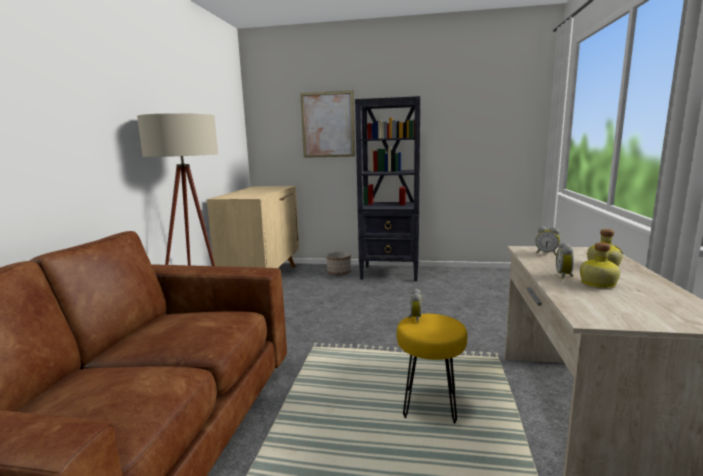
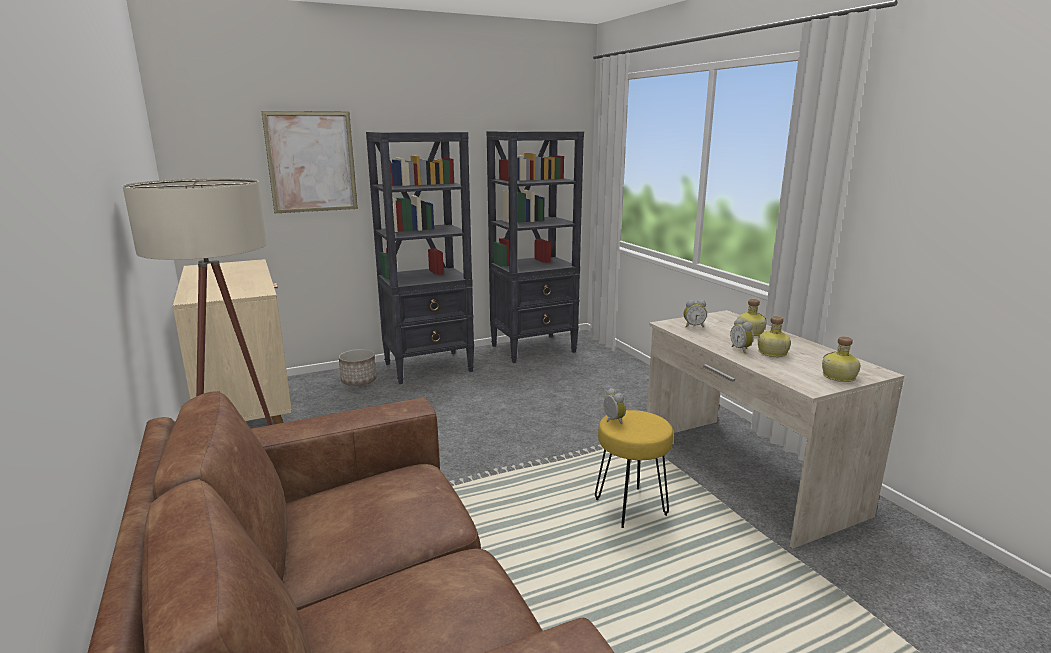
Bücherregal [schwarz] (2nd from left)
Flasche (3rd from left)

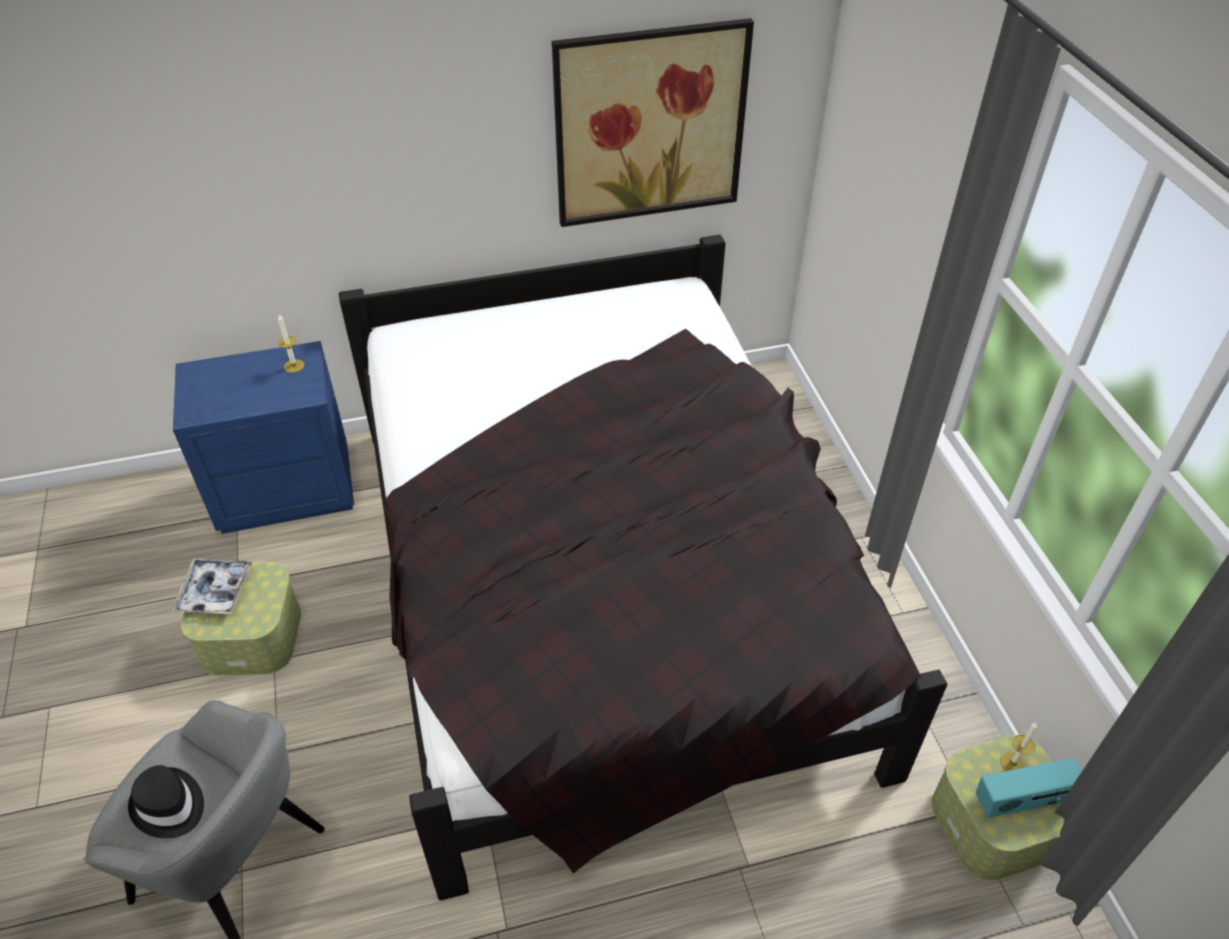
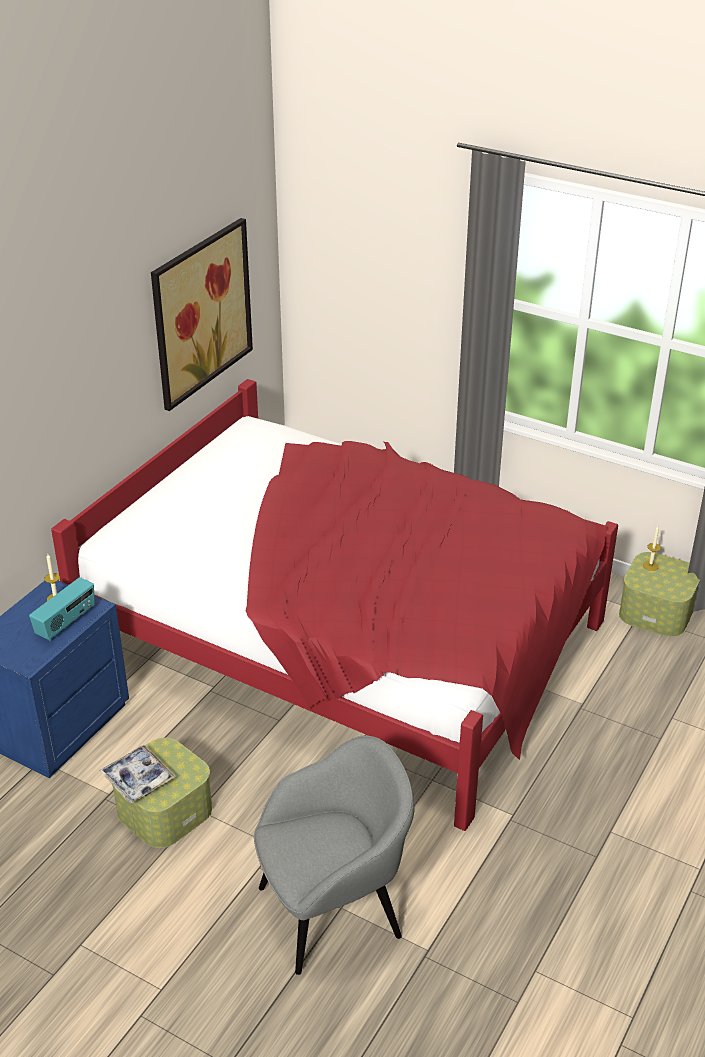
Bett [rot]
Radio
Hut [schwarz]

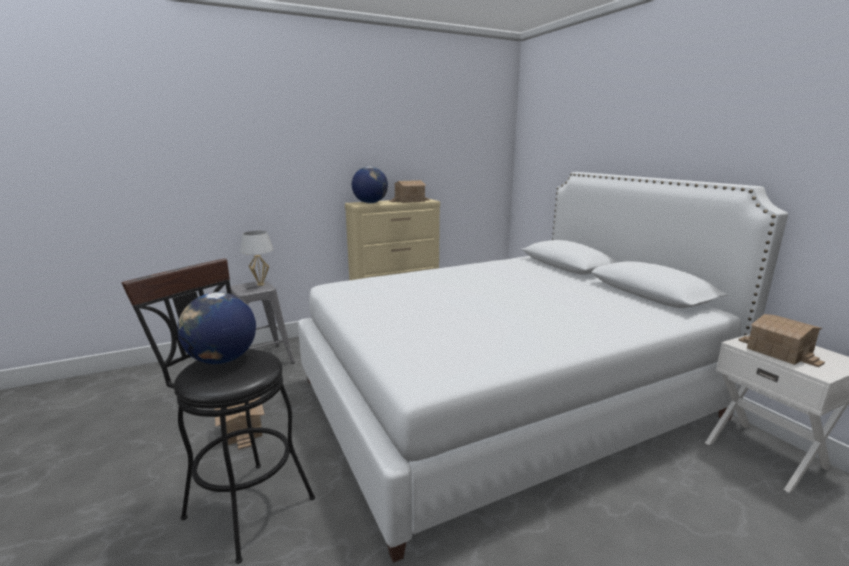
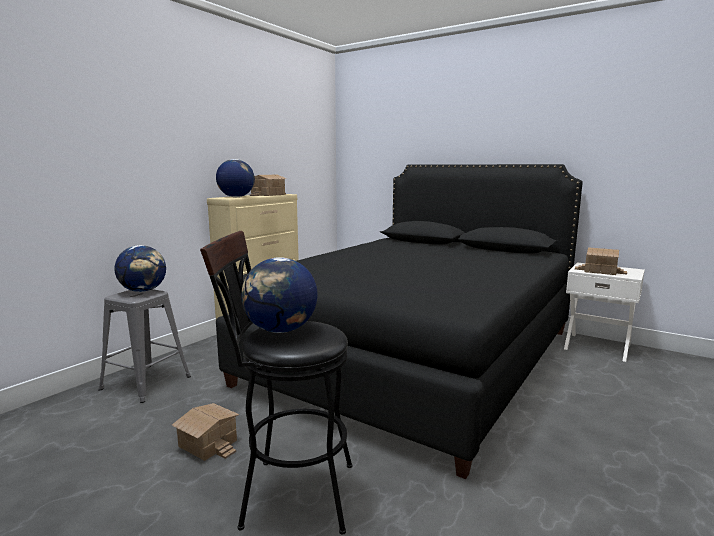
Bett [schwarz]
Globus (1st from left)

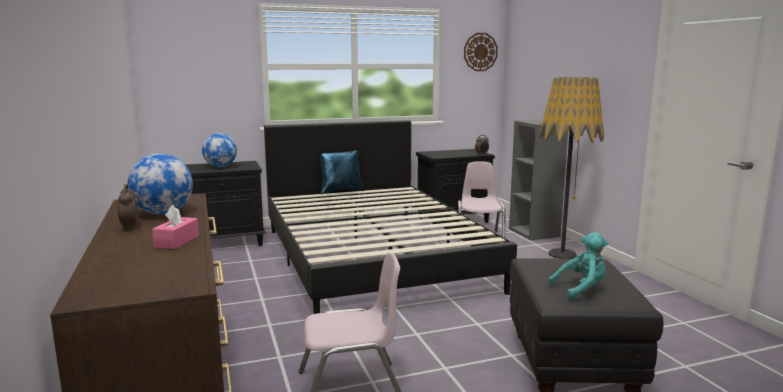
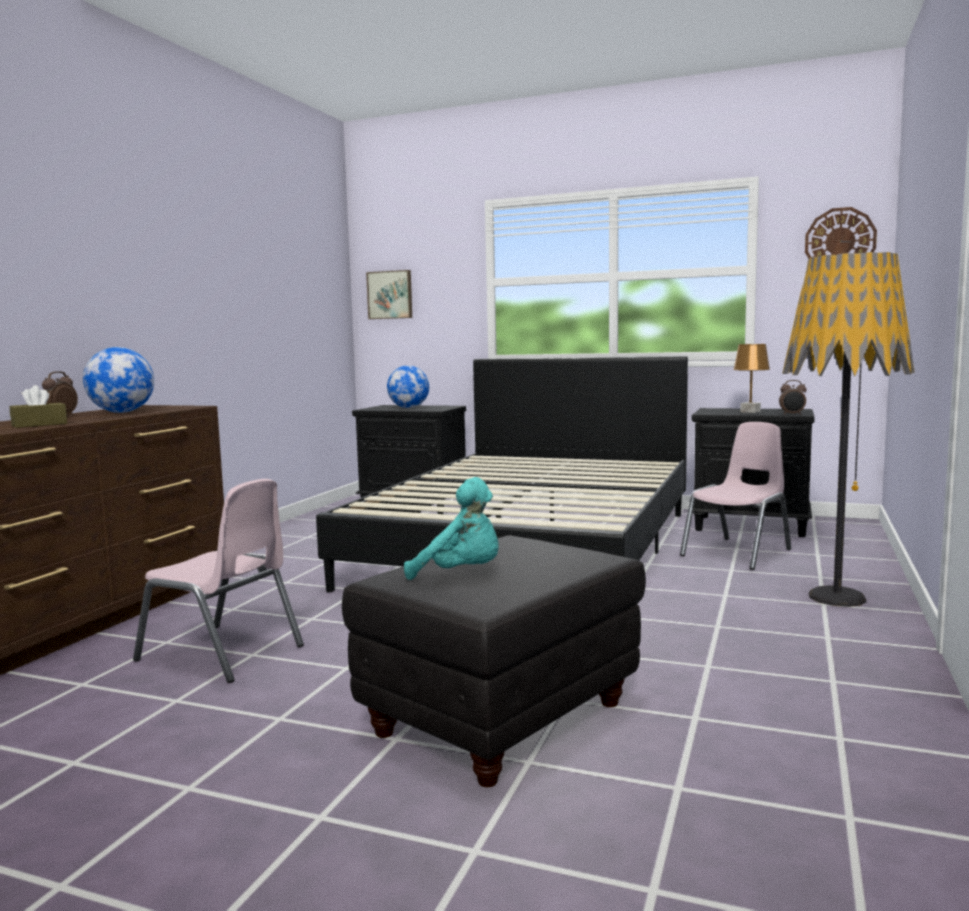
Bücherregal [grau]
Kissen [blau]
Taschentuchbox [braun]
Bild
Tischlampe [braun]

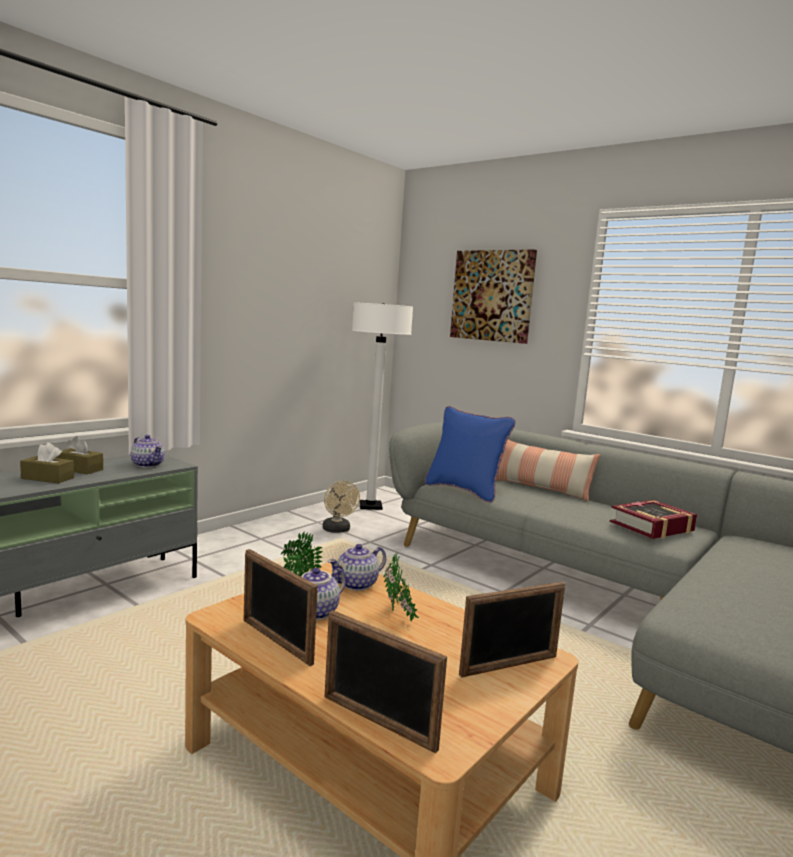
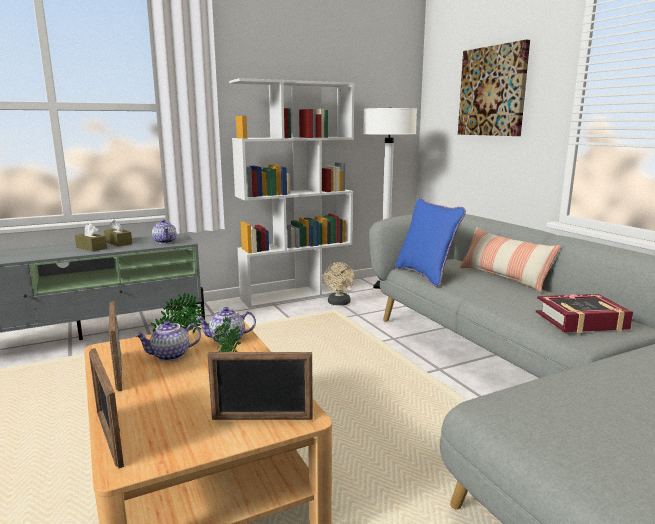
Bücherregal [weiß]

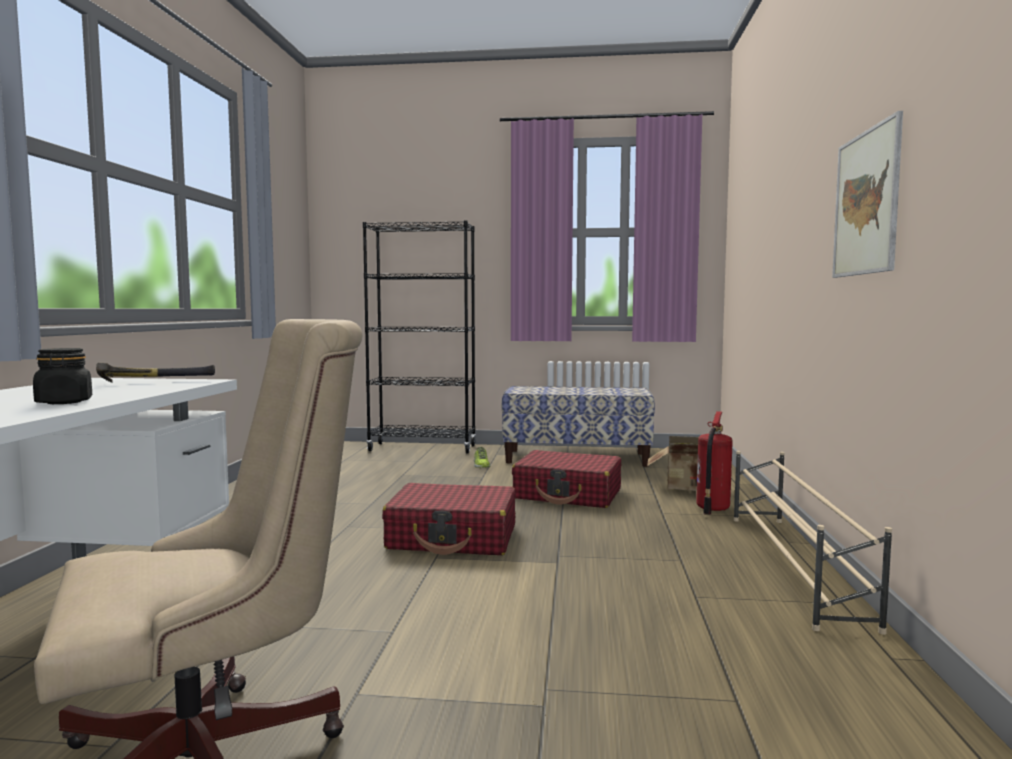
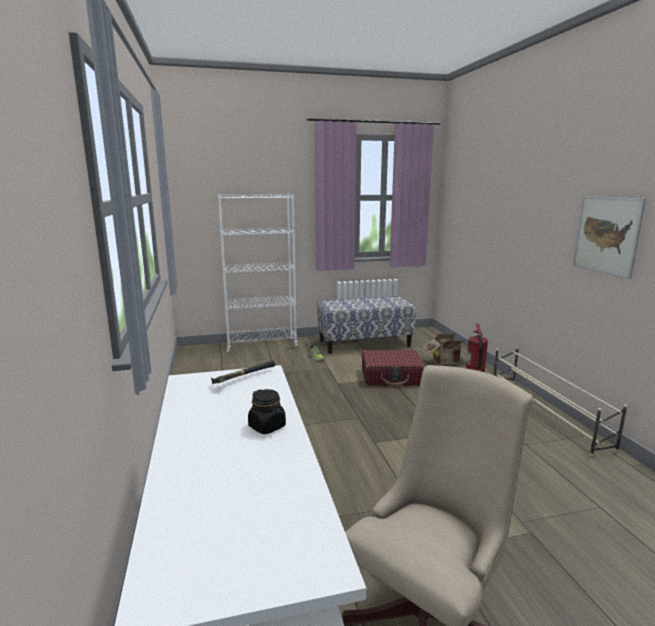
Bücherregal [weiß]
Koffer [rot] (1st from left in the first image)

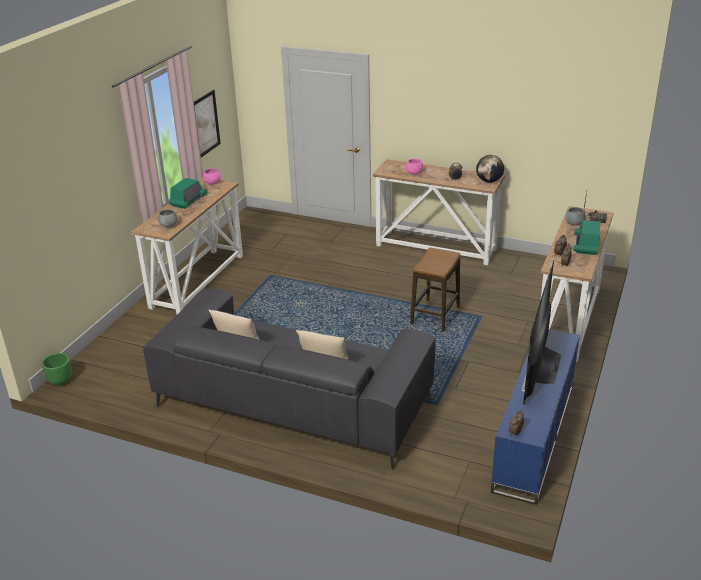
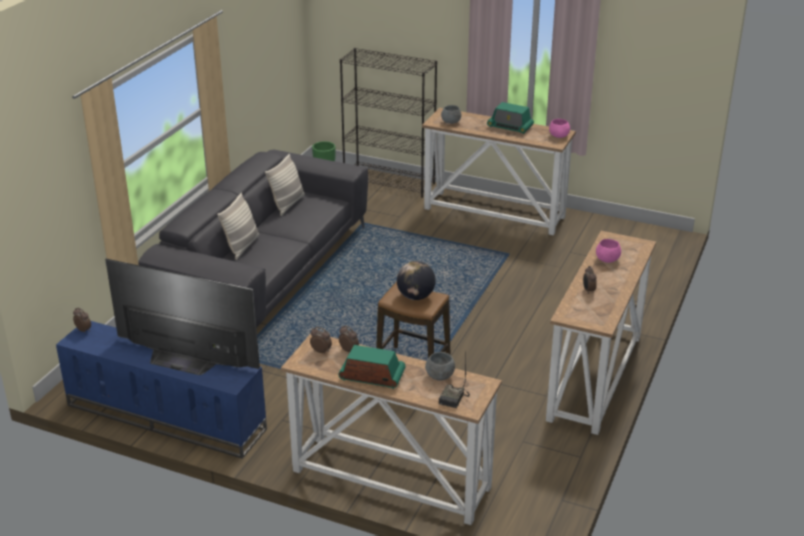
Bild
Globus
Bücherregal [schwarz]

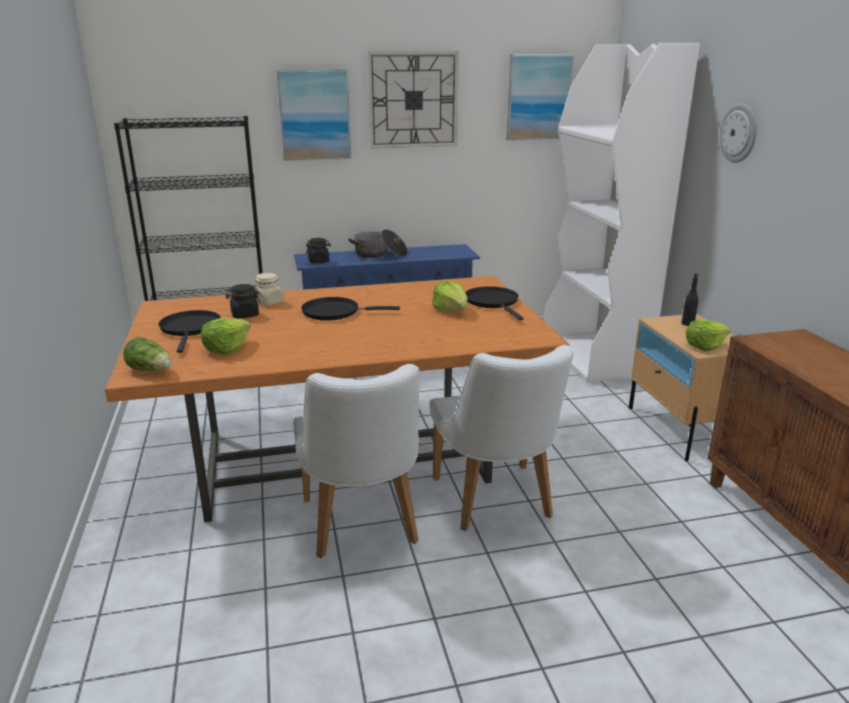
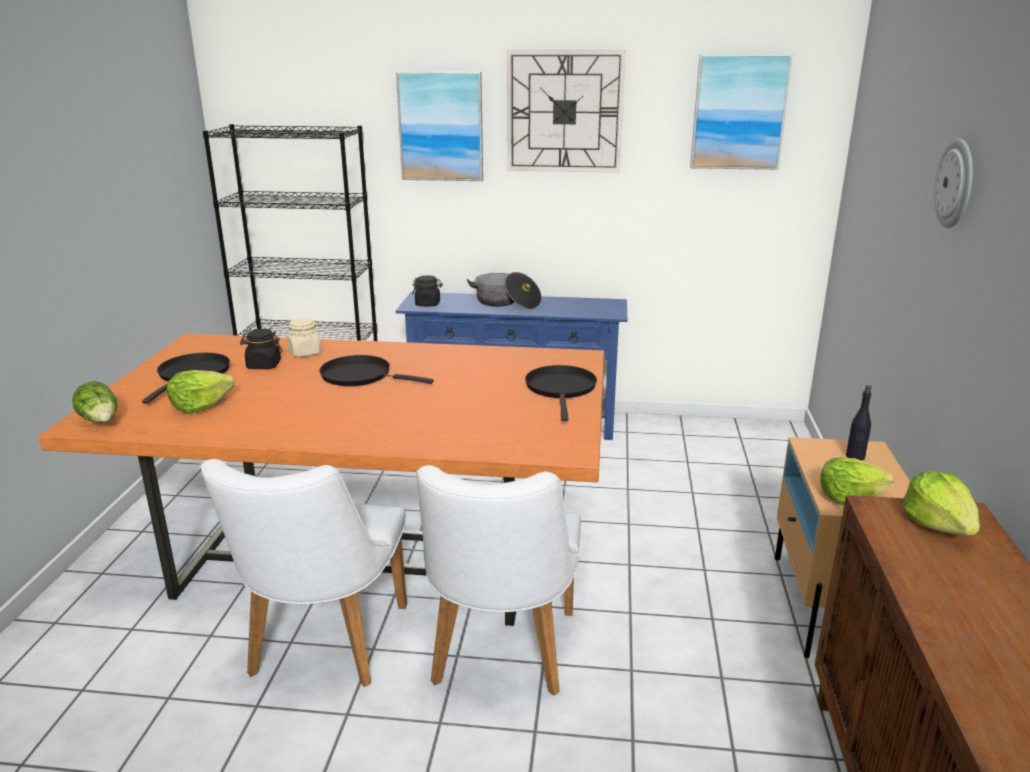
Bücherregal [weiß]
Salatkopf (4th from left)

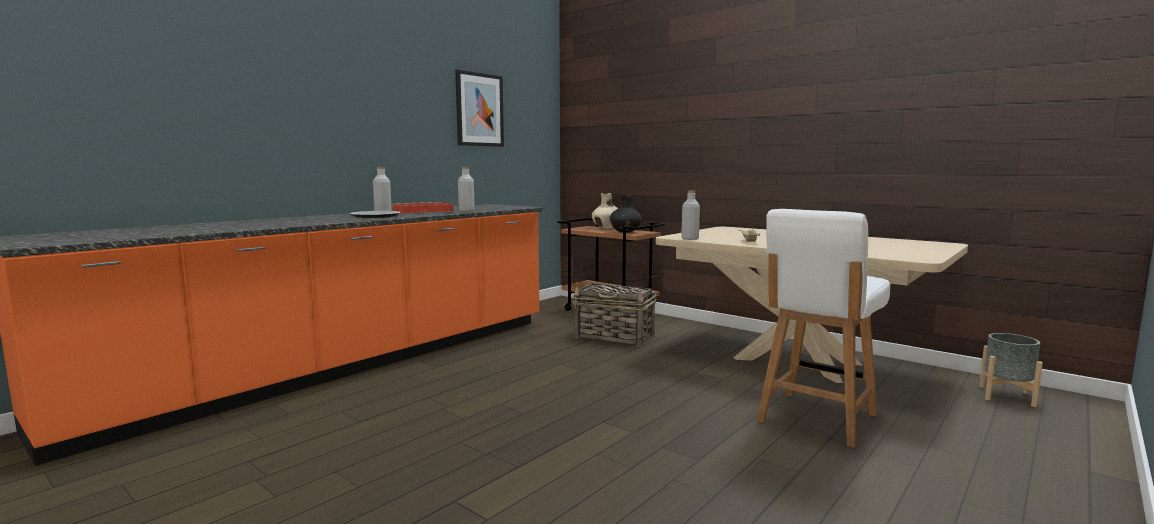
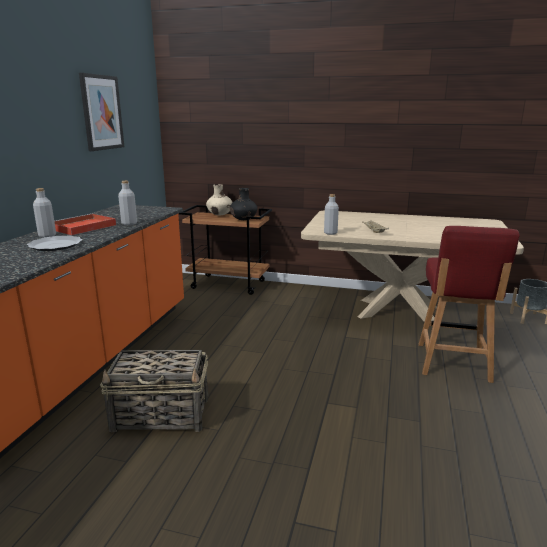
Stuhl [rot]
Korb

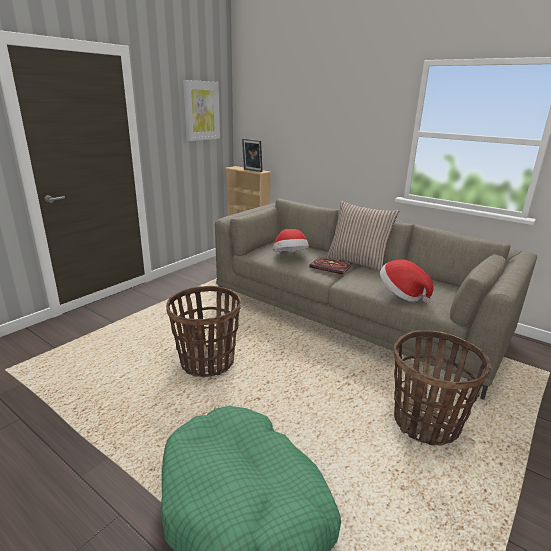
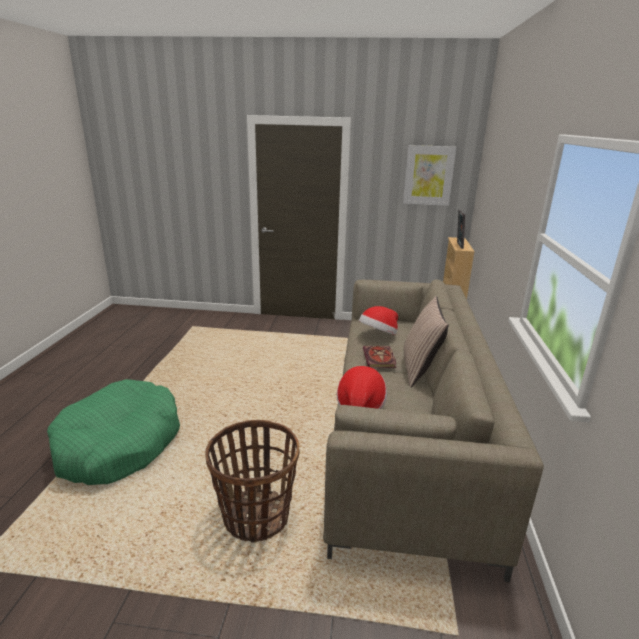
Korb (1st from left in the first image)

